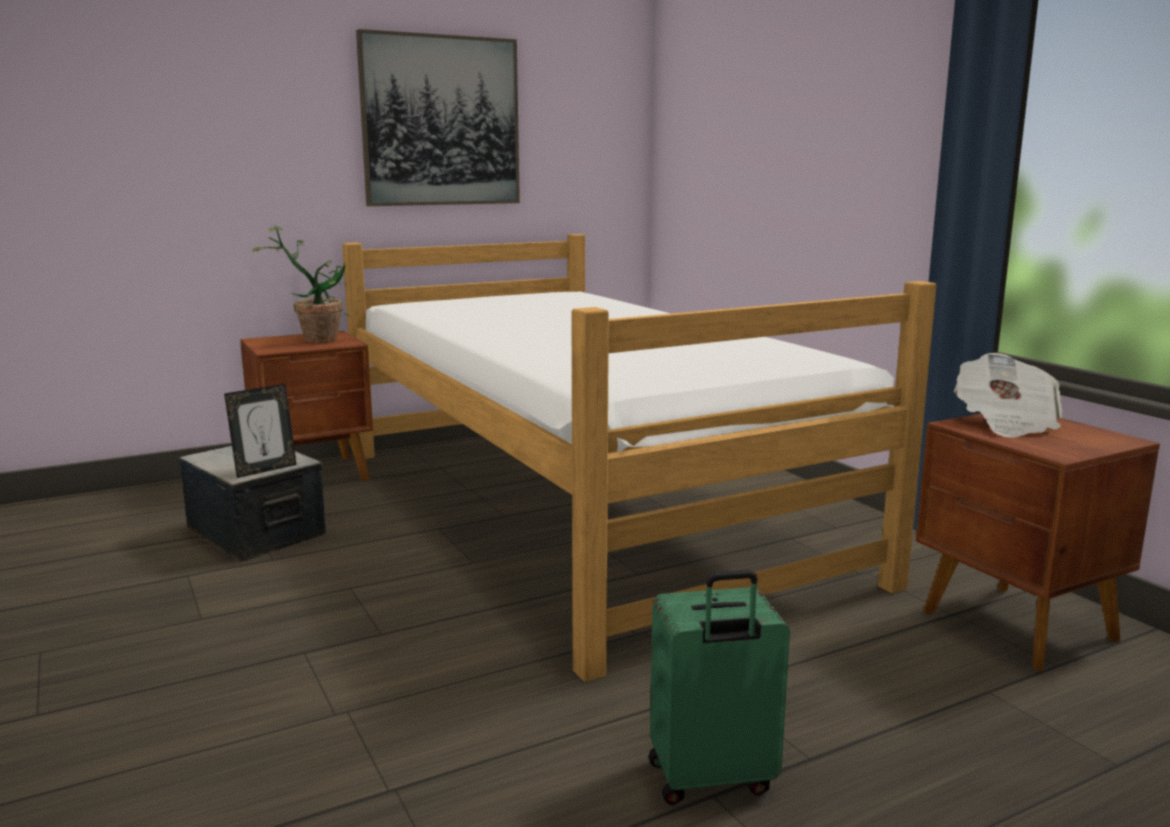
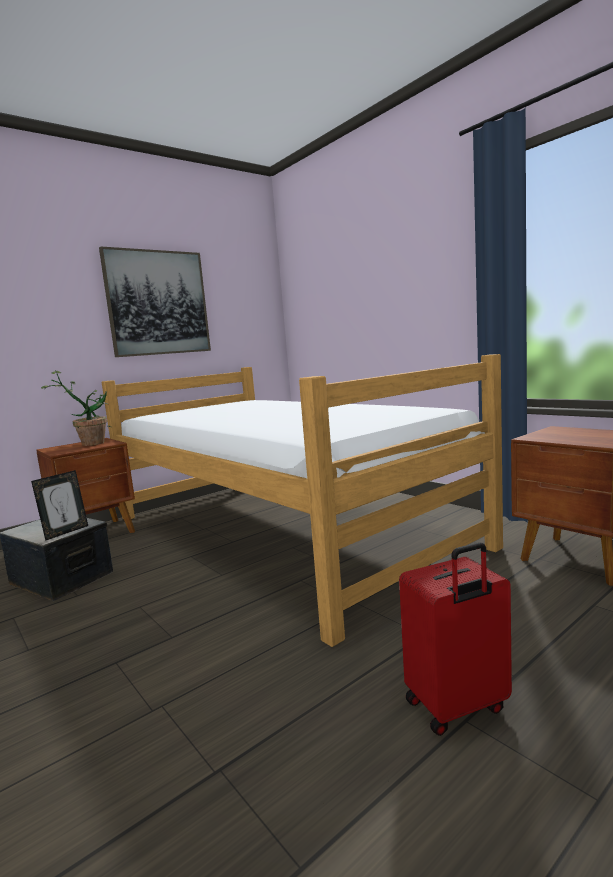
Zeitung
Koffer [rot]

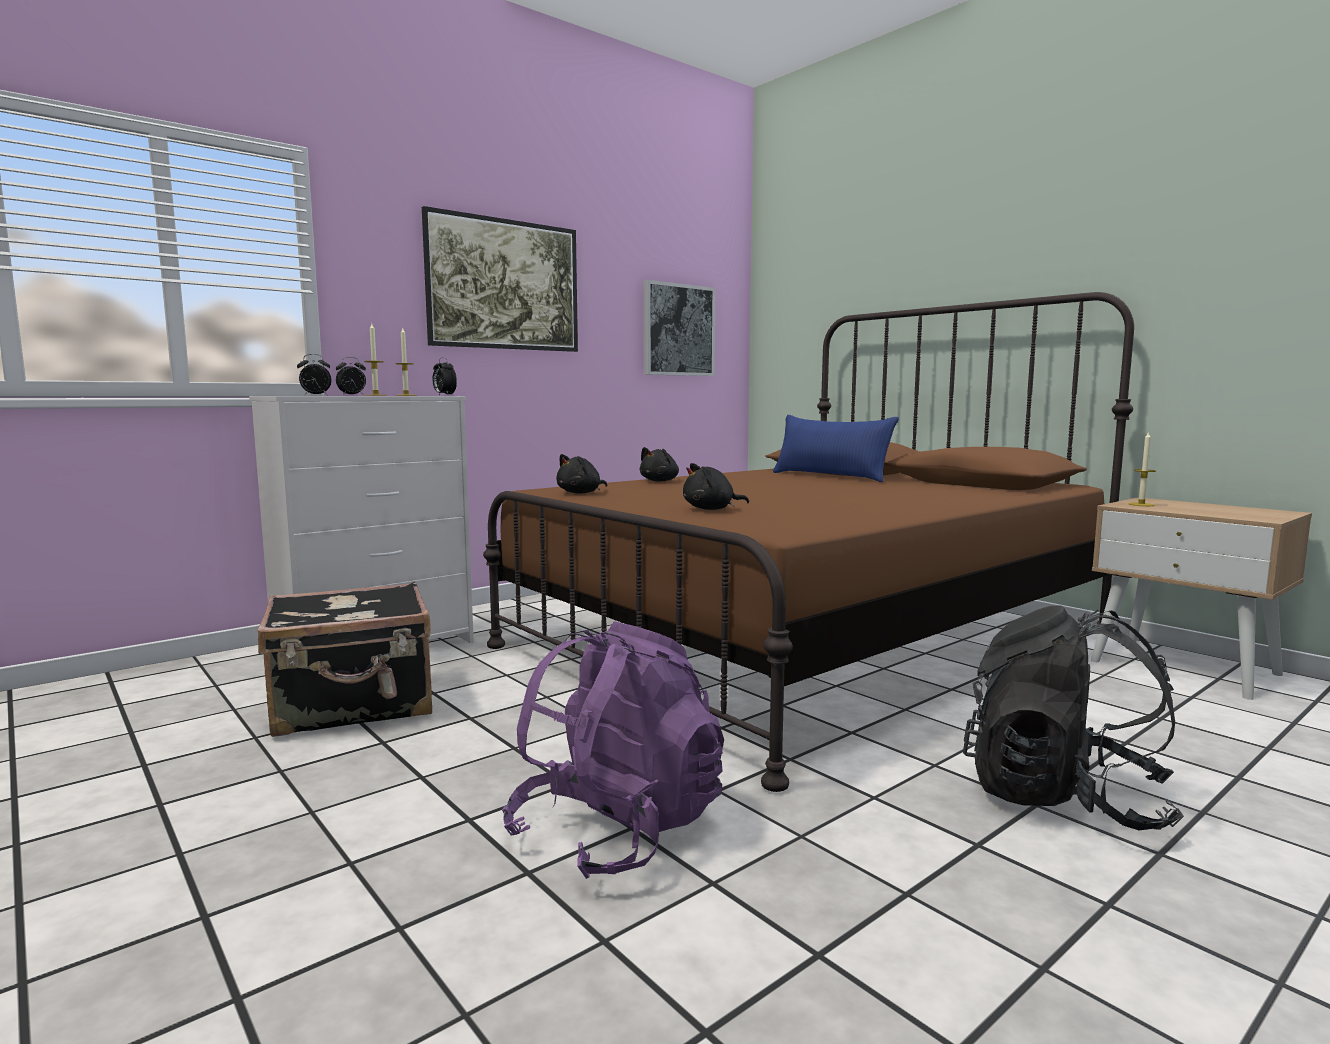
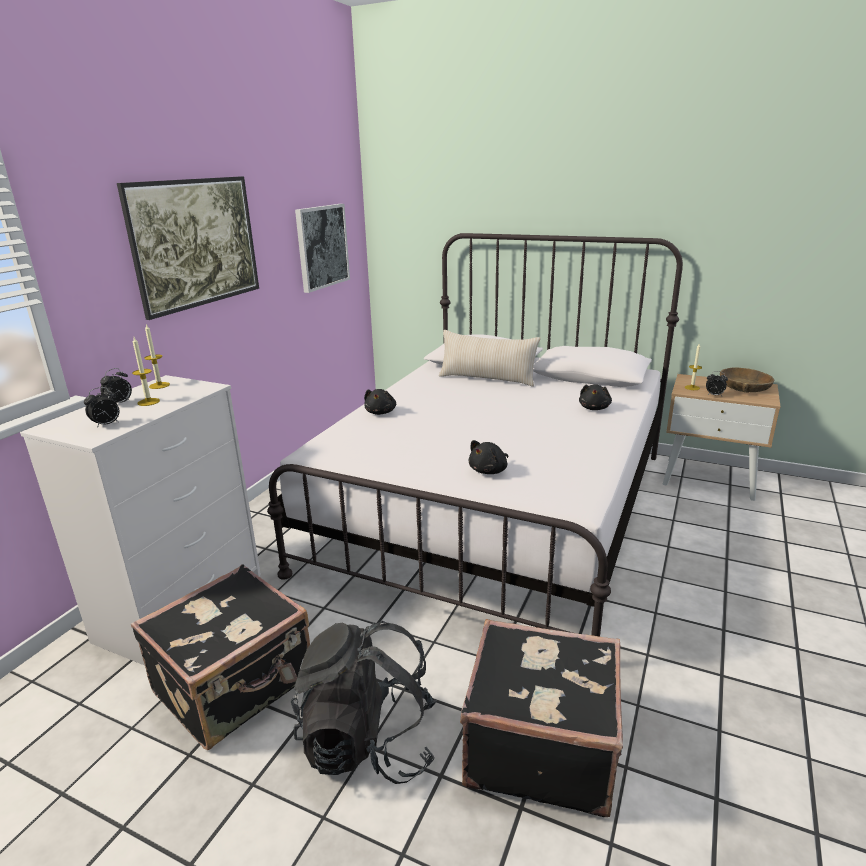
Bett [weiß]
Wecker (3rd from left)
Kissen [beige]
Plüschtier [schwarz] (3rd from left)
Rucksack [schwarz]
Koffer [schwarz] (2nd from left)
Schüssel [braun]

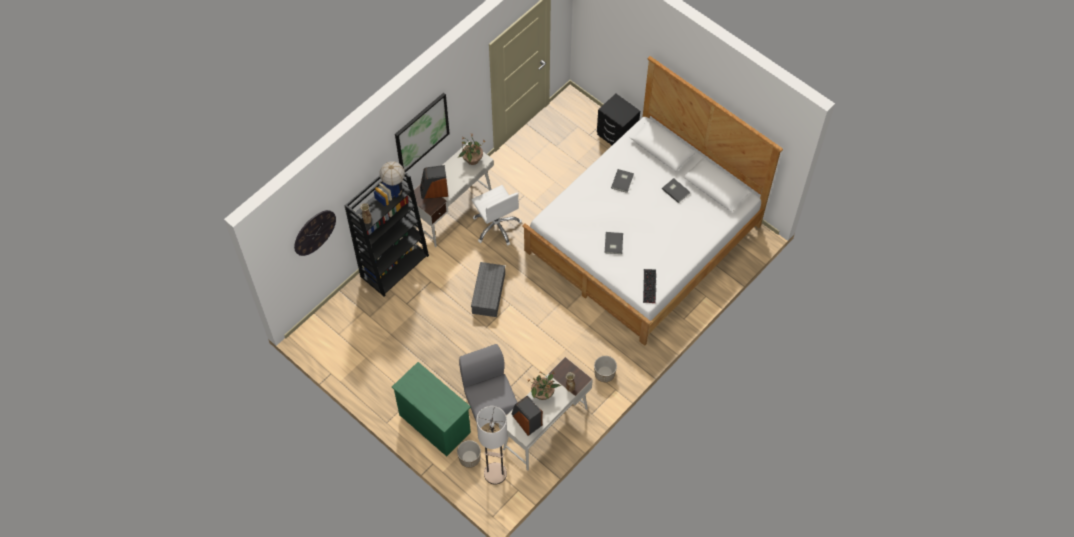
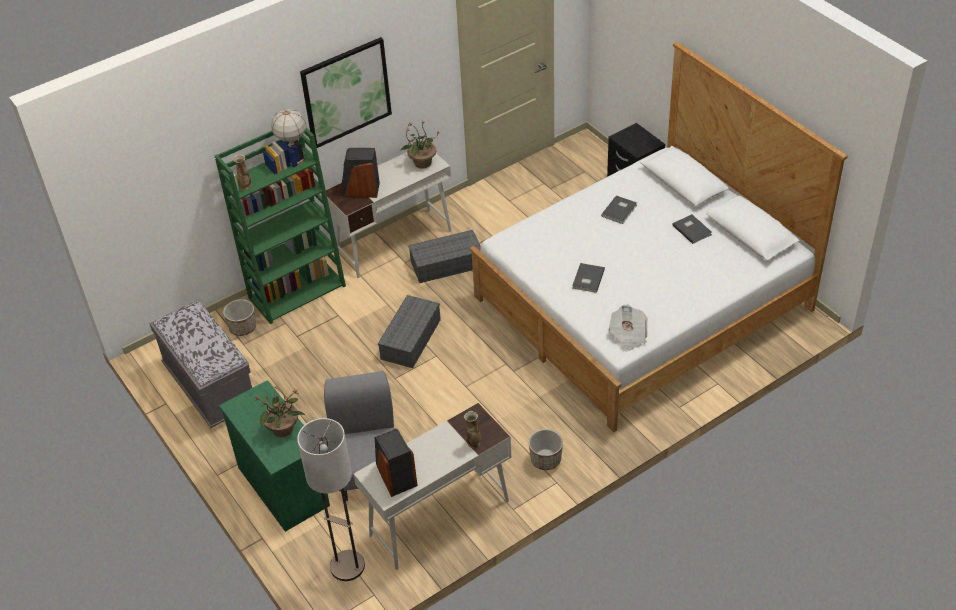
Bücherregal [grün]
Aufbewahrungsbox [grau] (2nd from left)
Wanduhr
Zeitung
Topfpflanze (1st from left)
Pflanzkübel (1st from left)
Bank [grau]

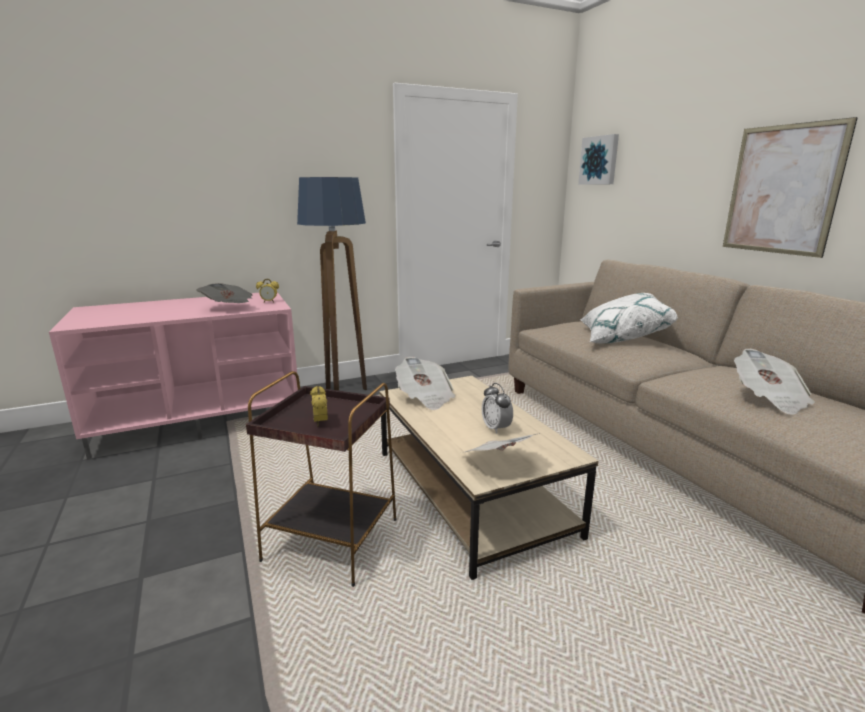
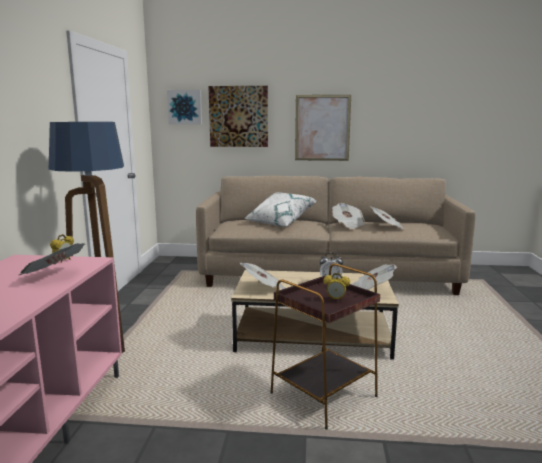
Bild (2nd from left)
Zeitung (3rd from left)

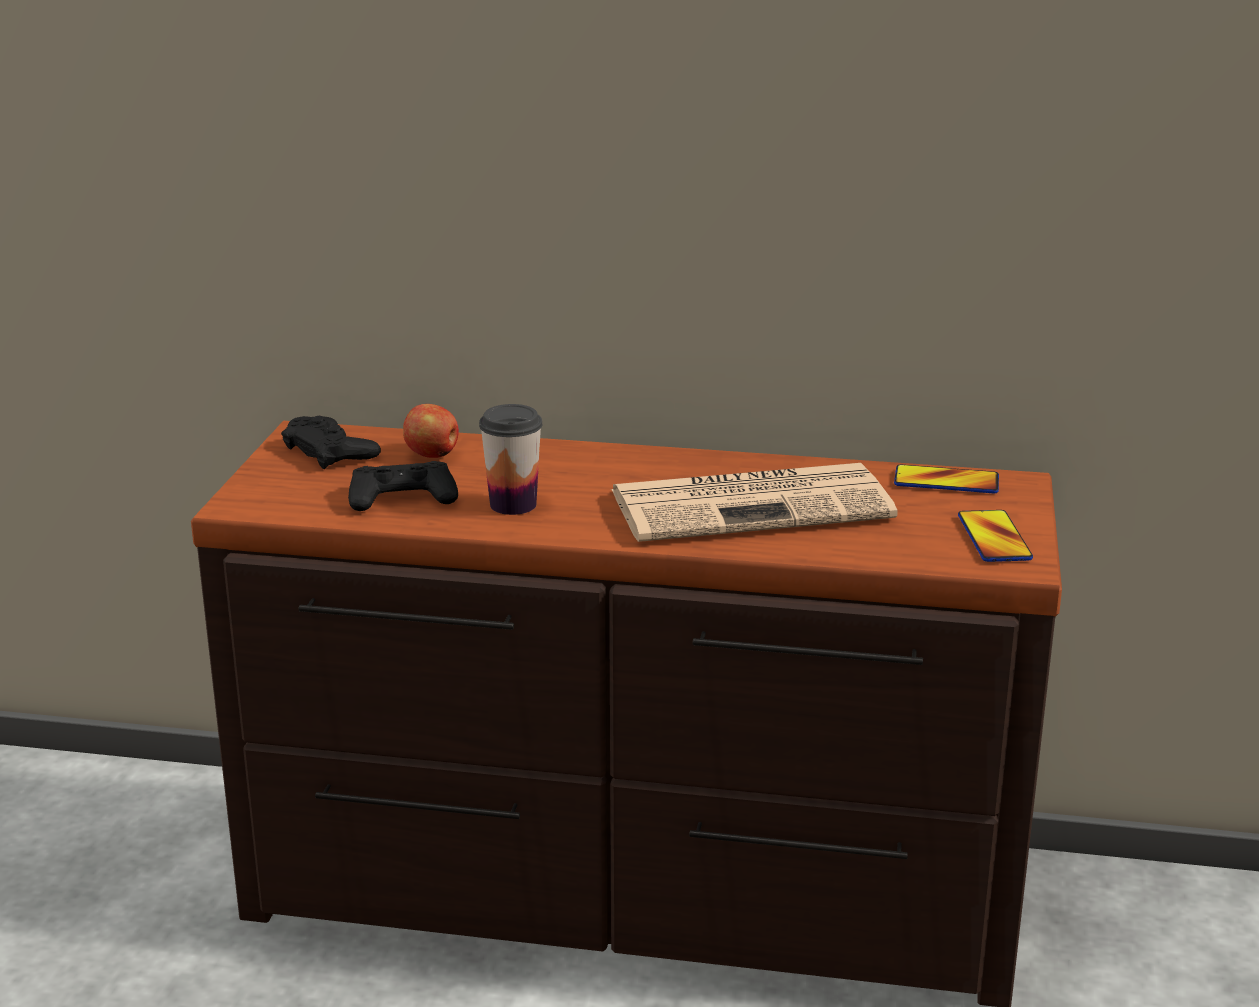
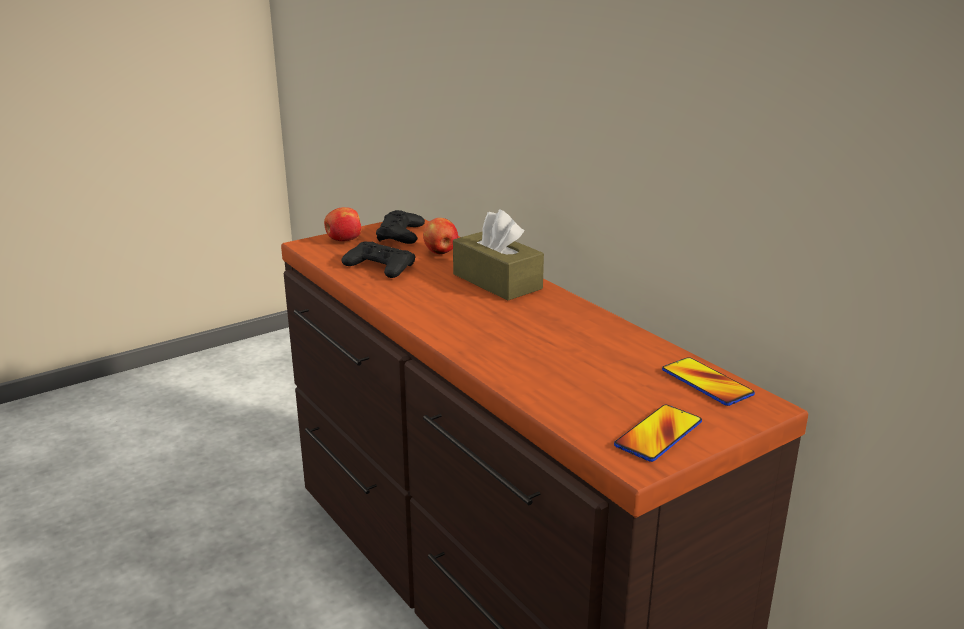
Tasse
Zeitung
Apfel (1st from left)
Taschentuchbox [braun]

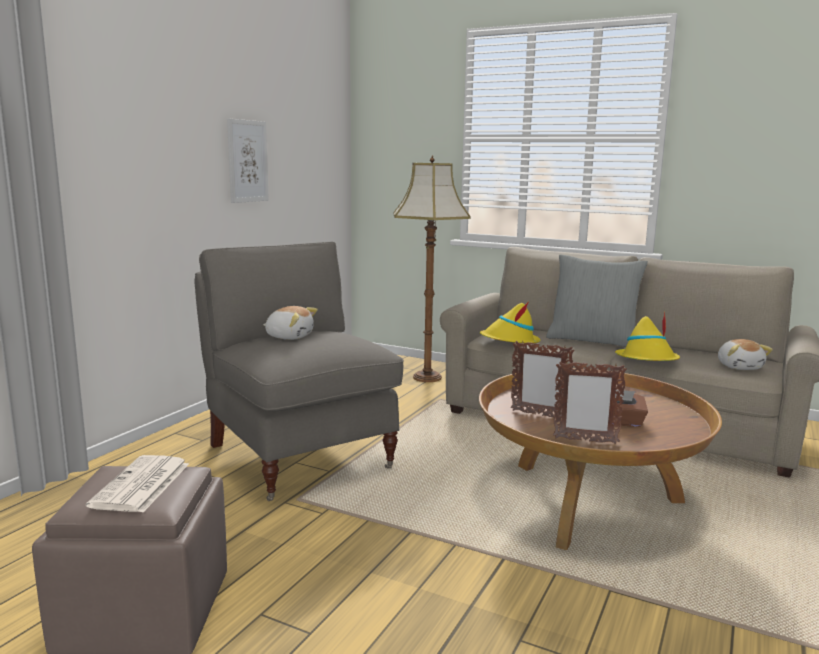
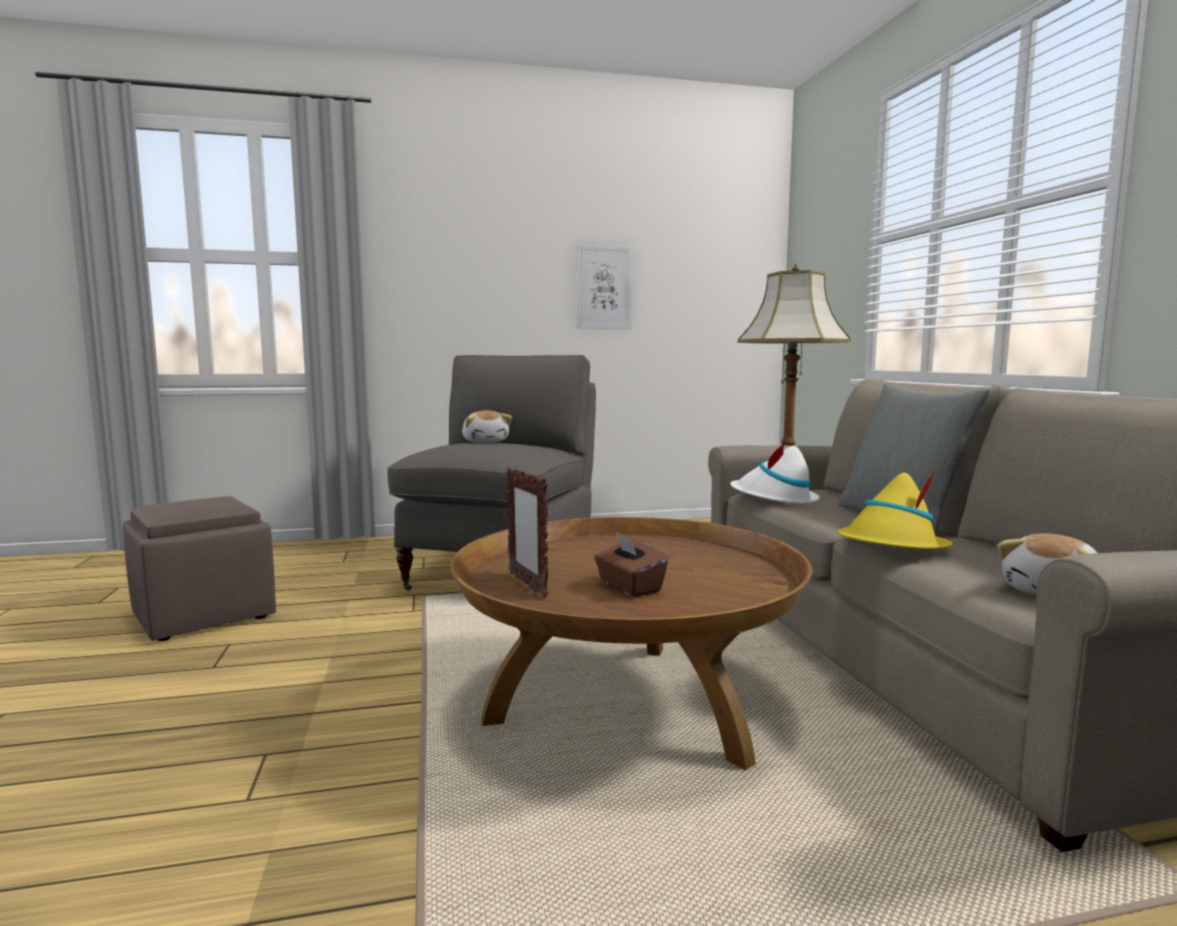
Hut [weiß]
Bilderrahmen (1st from left in the first image)
Zeitung

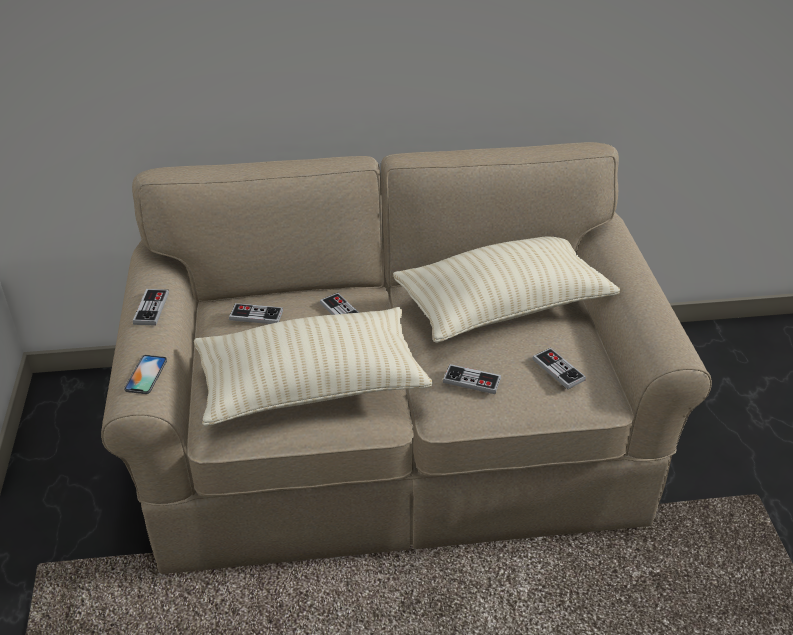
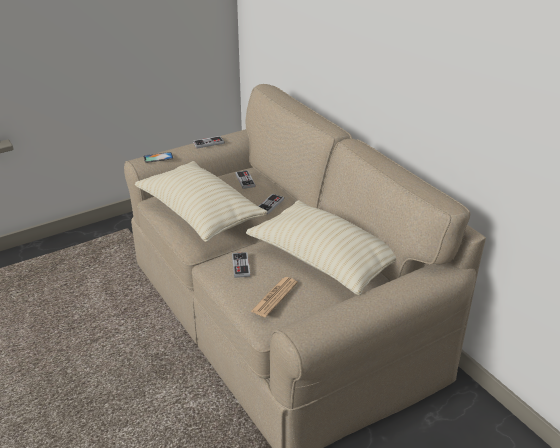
Zeitung

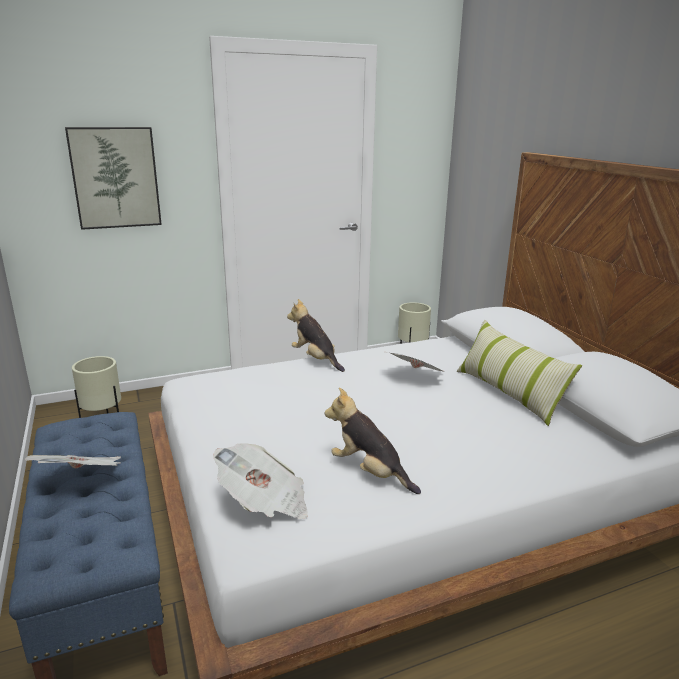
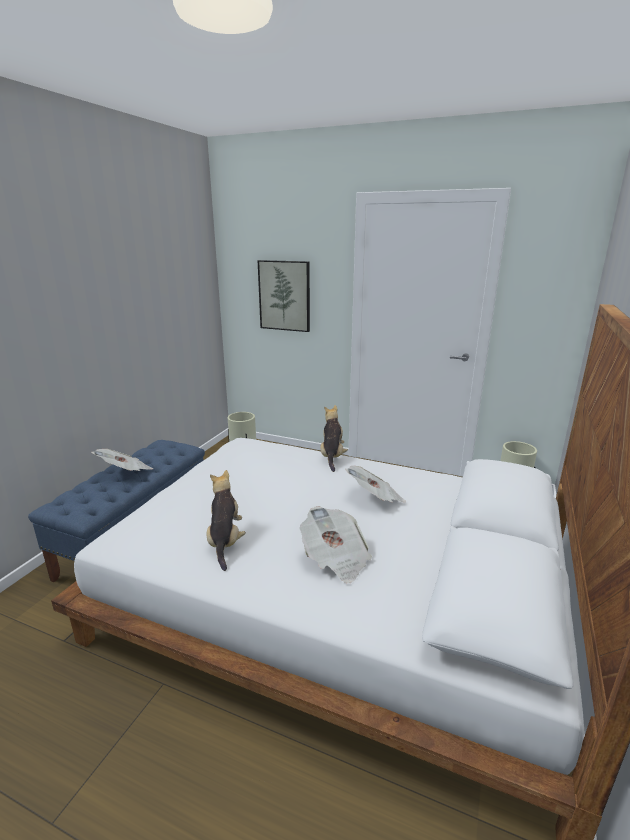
Kissen
Zeitung (2nd from left)

